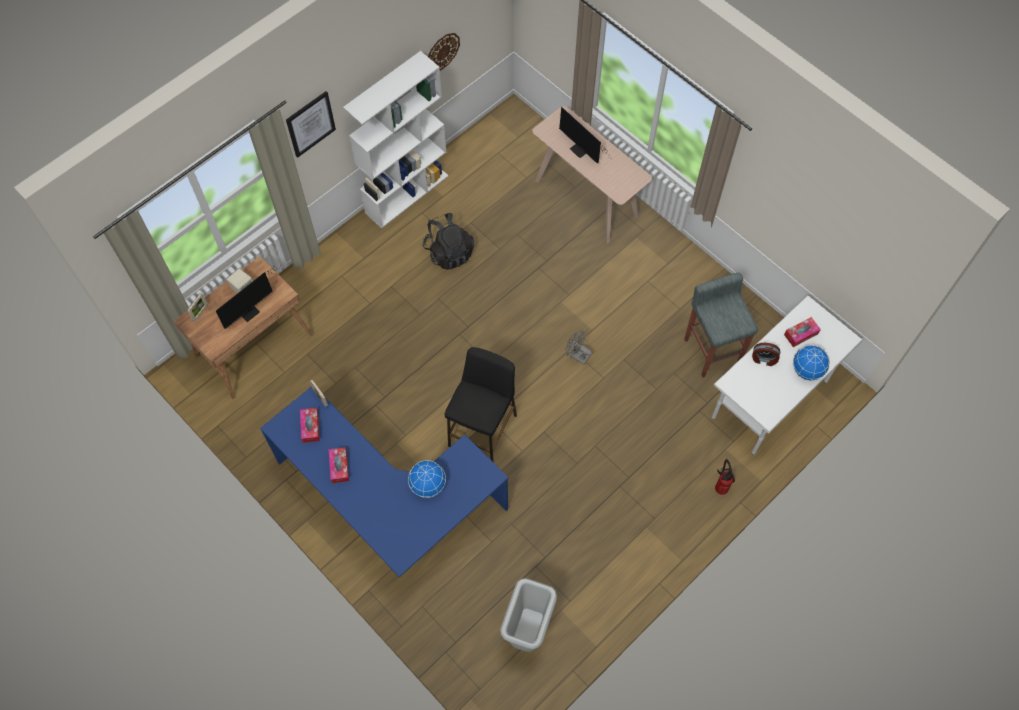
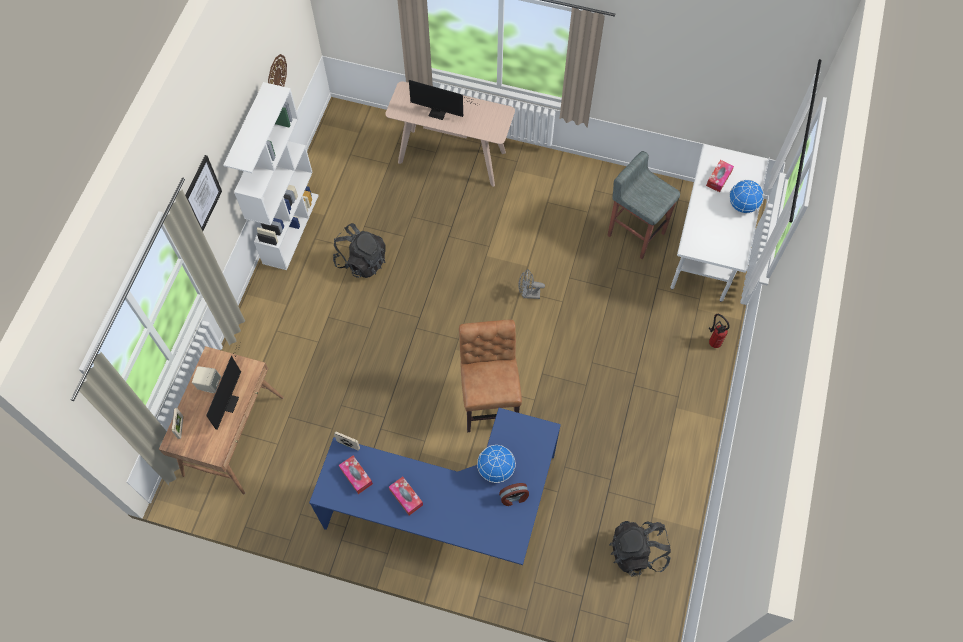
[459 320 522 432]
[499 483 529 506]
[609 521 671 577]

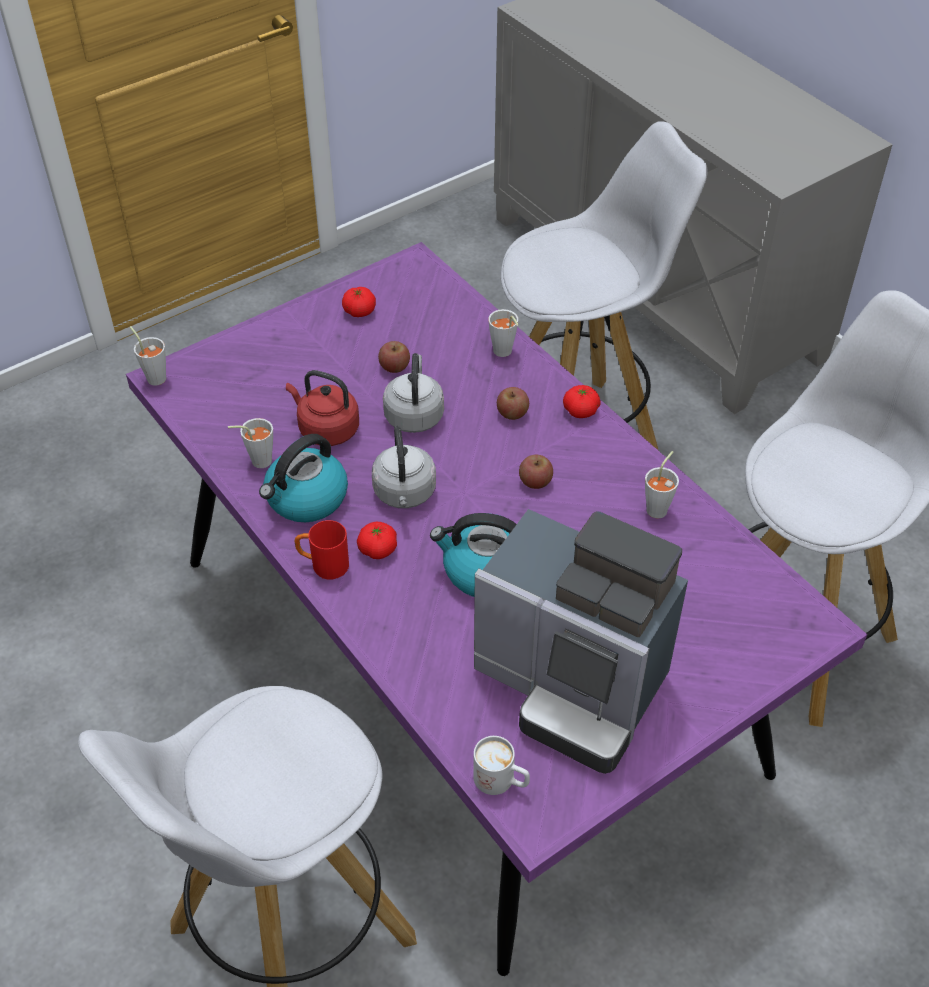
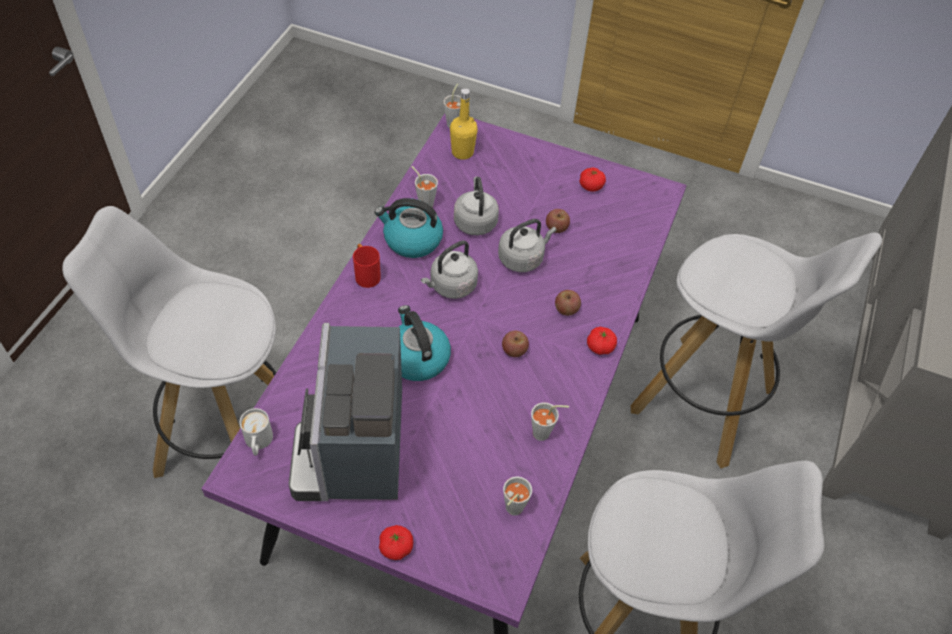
[379 525 413 560]
[450 88 478 160]
[454 176 499 235]
[503 476 532 515]

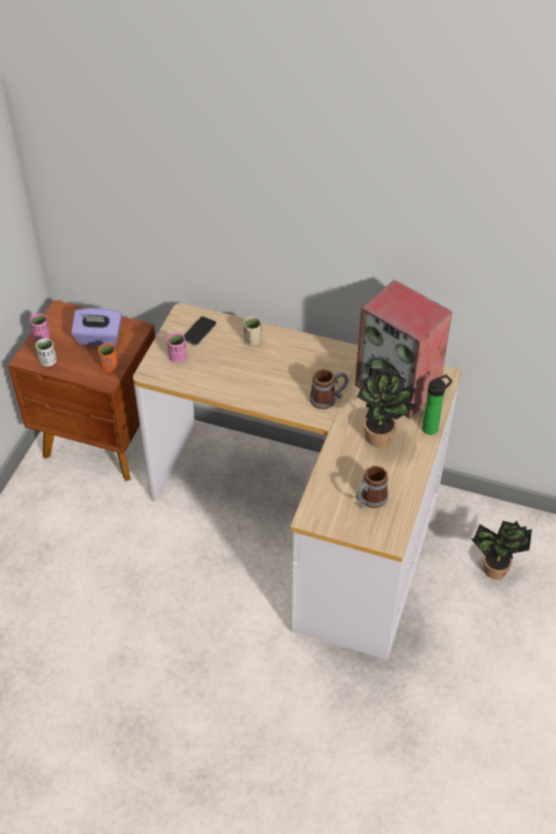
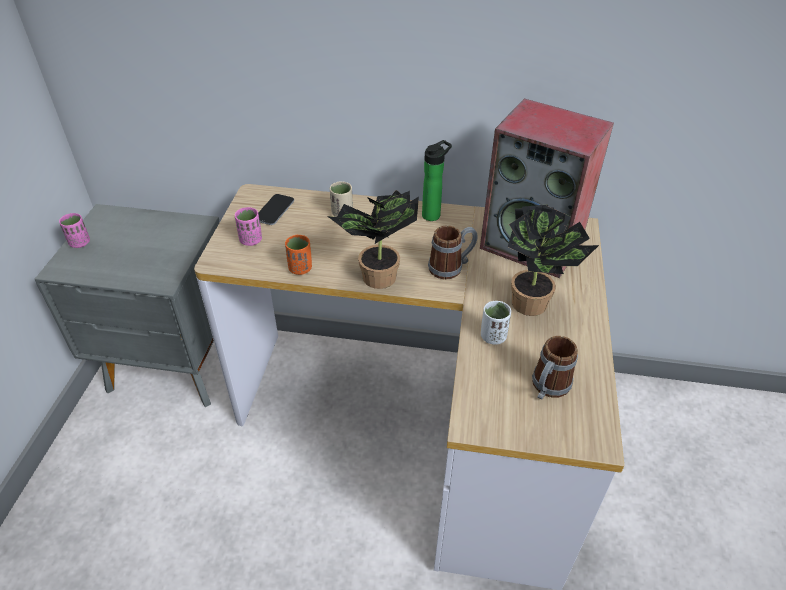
[35 204 220 407]
[285 234 312 275]
[327 190 419 289]
[422 140 452 221]
[481 301 511 345]
[71 308 122 346] (first image)

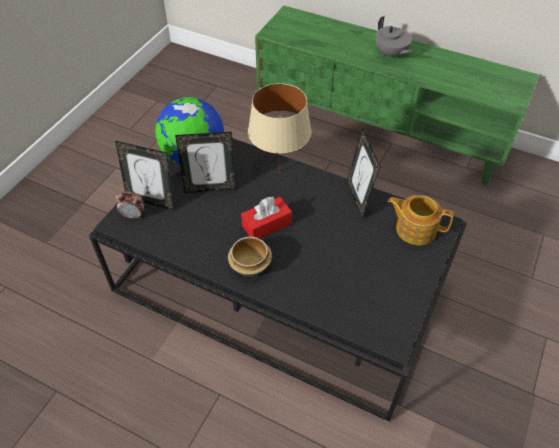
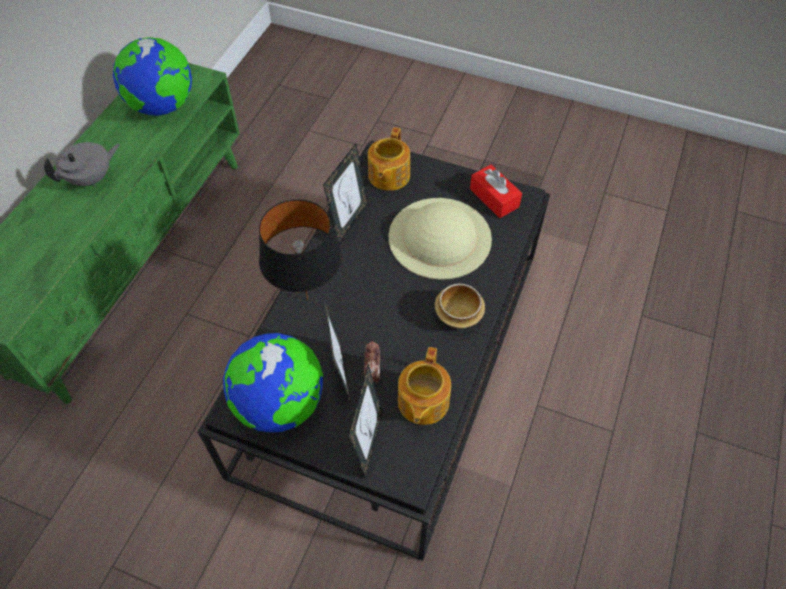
[113 37 192 116]
[259 199 342 300]
[323 143 368 244]
[364 341 380 384]
[389 198 492 280]
[398 347 451 425]
[470 164 522 218]

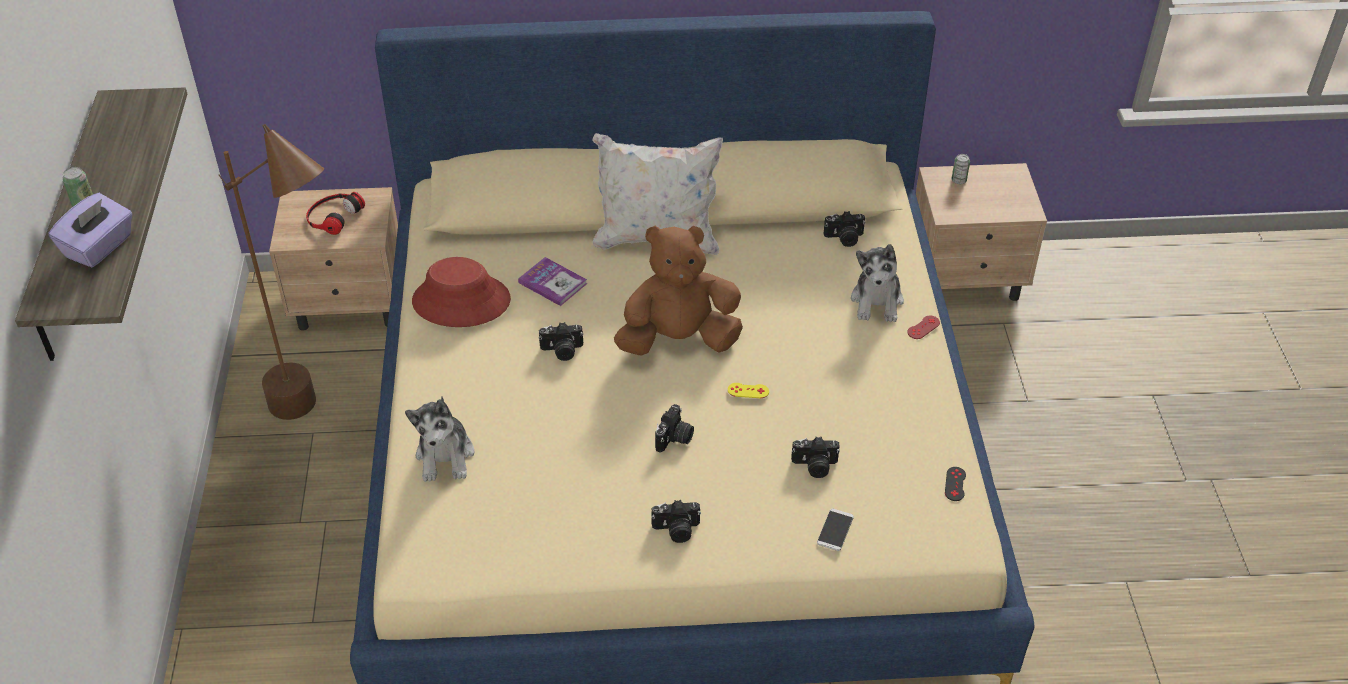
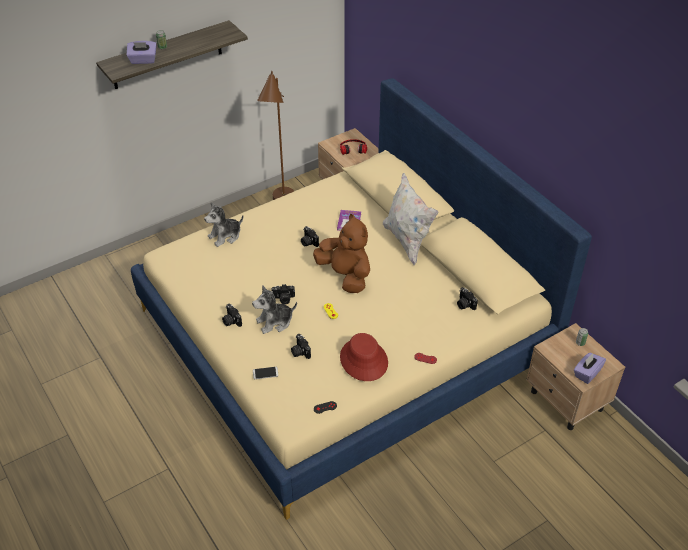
[252 285 297 334]
[340 333 388 381]
[574 353 606 384]

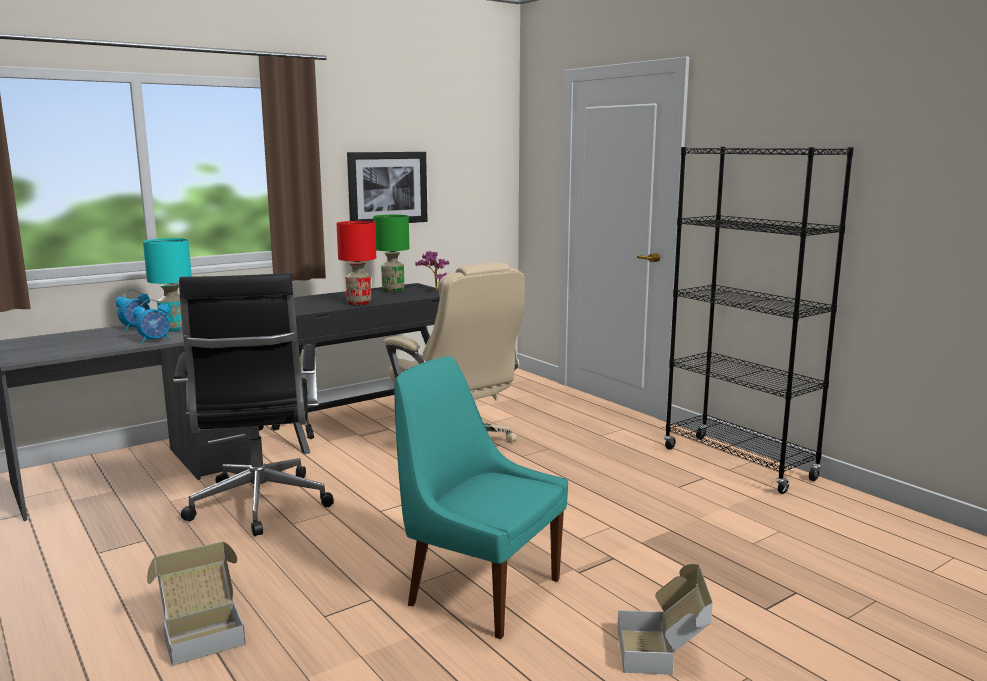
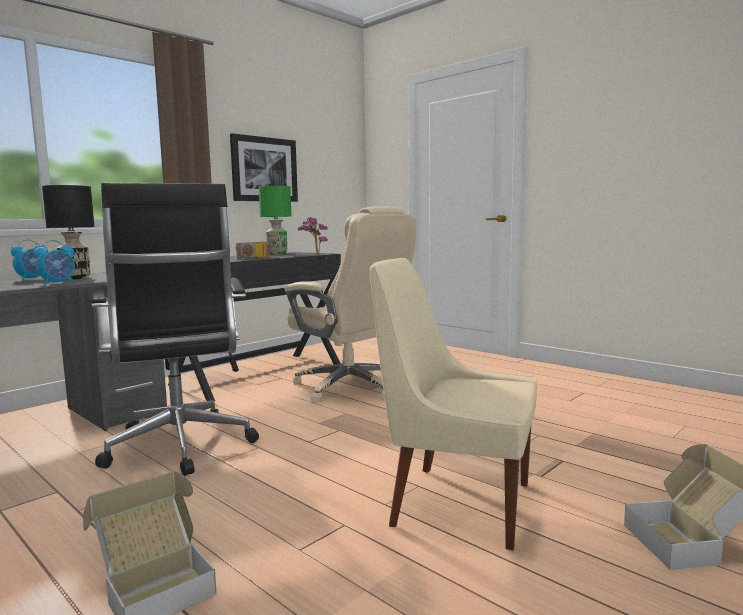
[42 185 94 280]
[236 241 270 260]
[370 258 537 550]
[664 147 854 494] (first image)

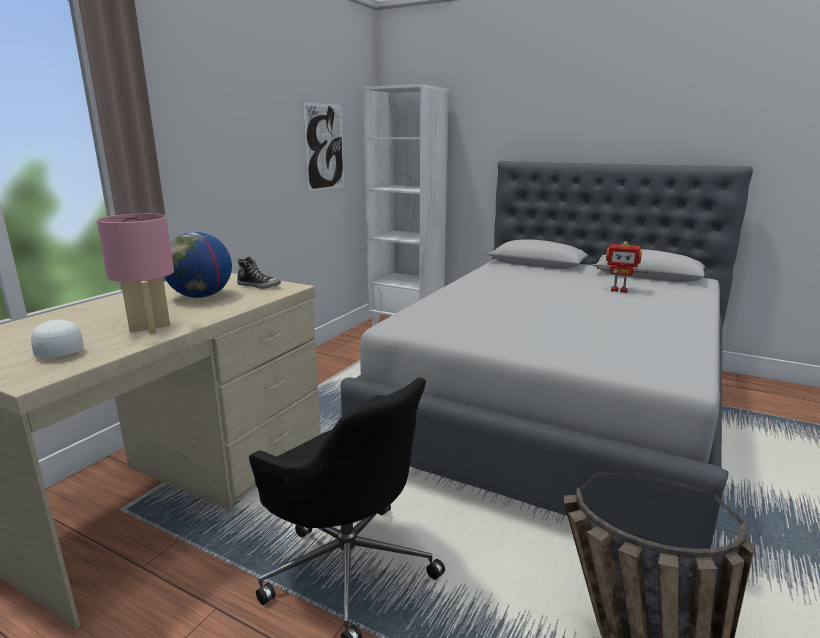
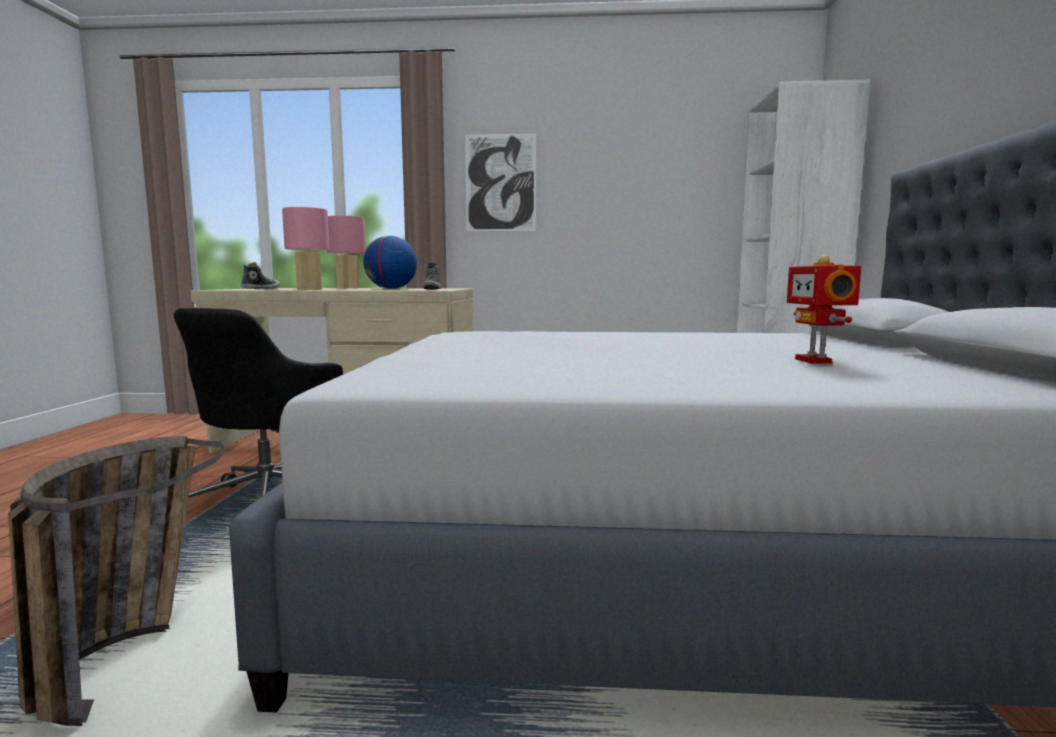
[241 262 280 289]
[327 216 366 288]
[465 133 536 231]

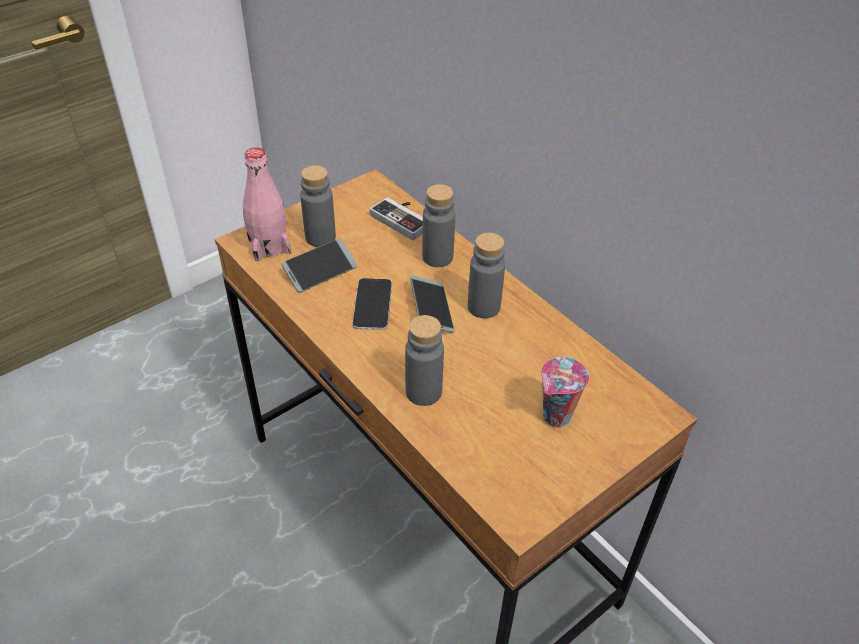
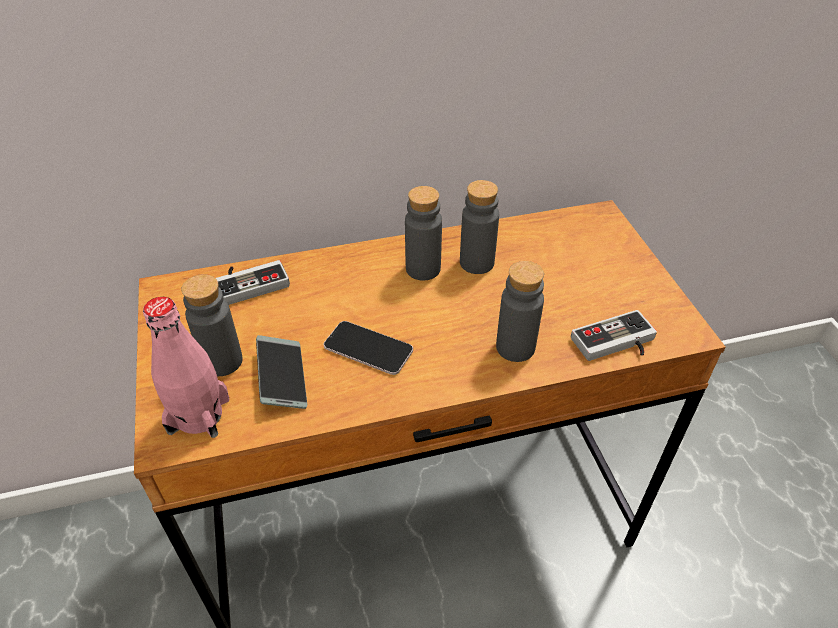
[460 180 499 274]
[571 310 657 361]
[410 275 454 333] (first image)
[541 357 589 428] (first image)

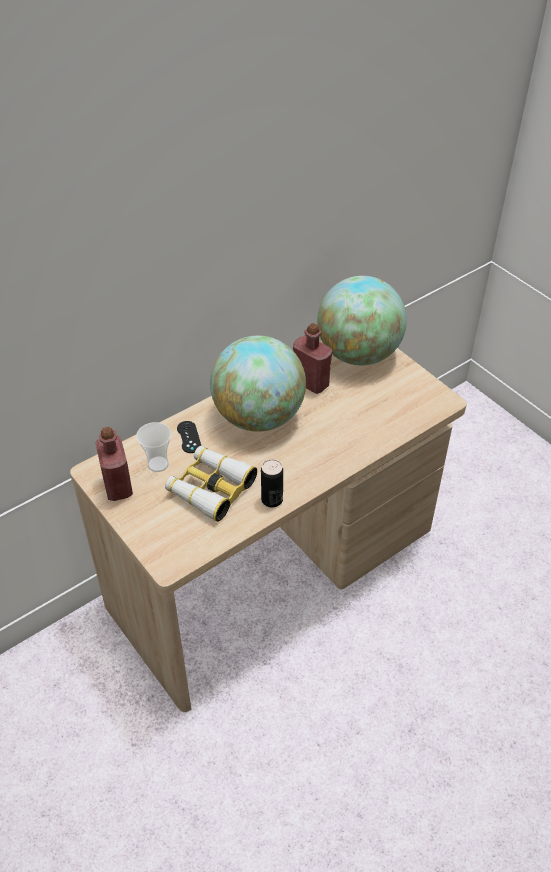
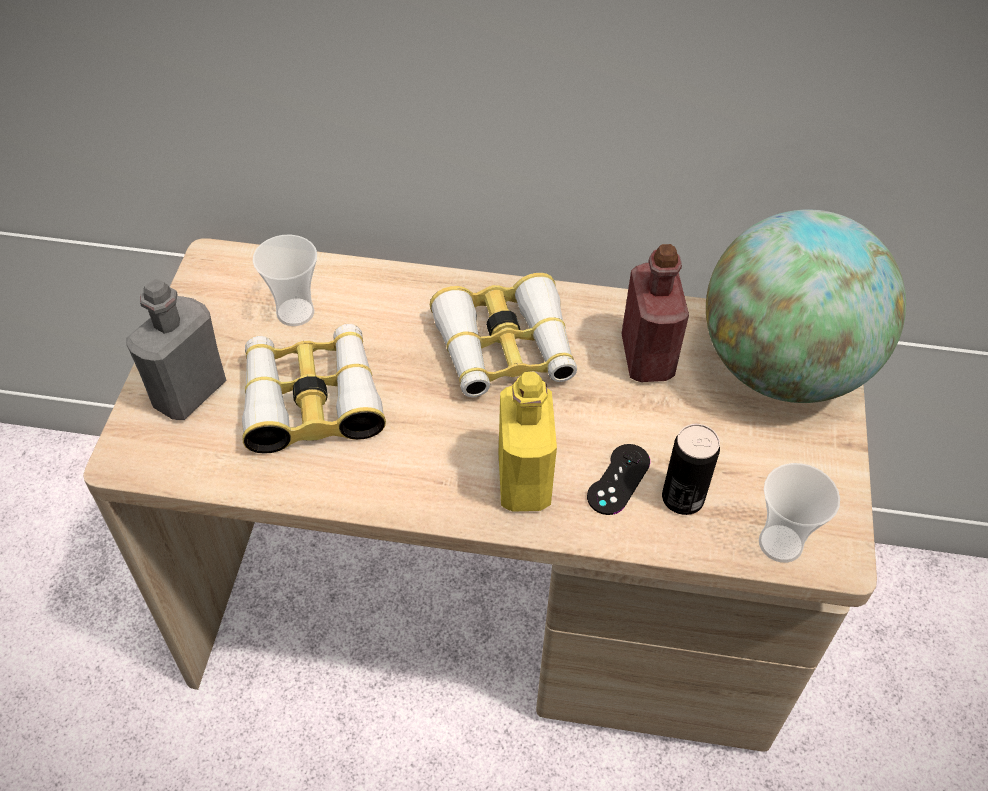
[126 279 226 420]
[430 273 577 397]
[499 372 557 512]
[587 444 650 515]
[662 424 720 515]
[759 463 840 563]
[95 427 133 501] (first image)

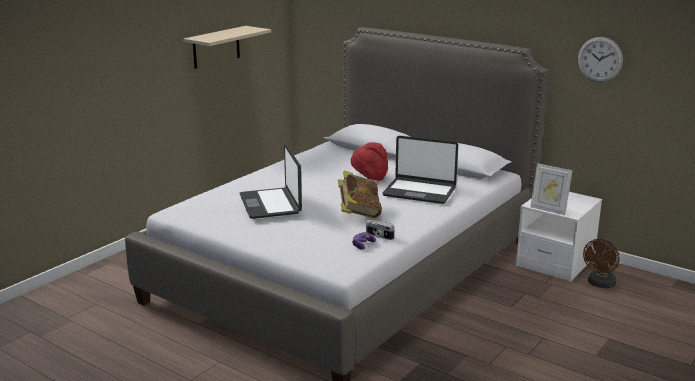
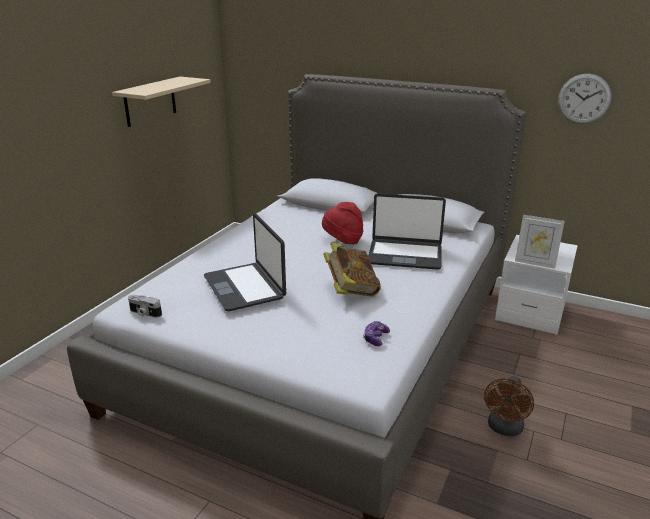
[128 295 162 318]
[484 376 534 437]

